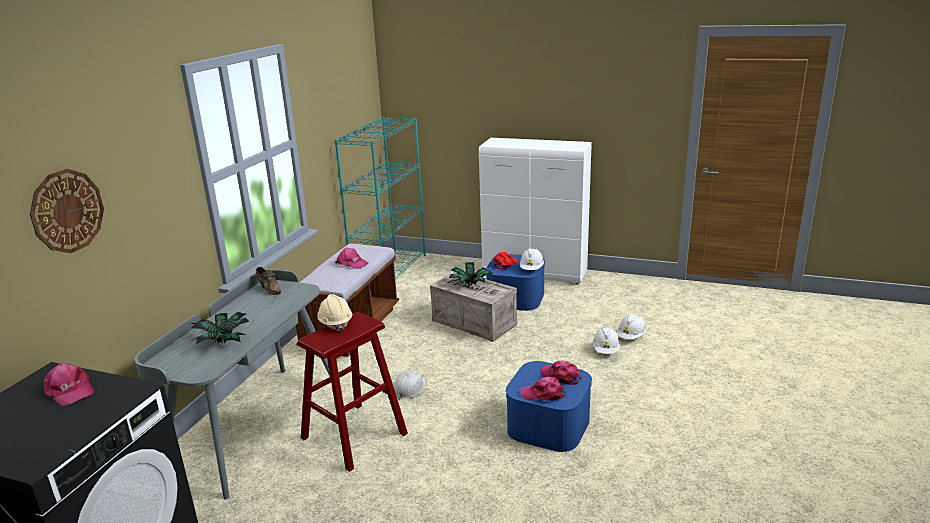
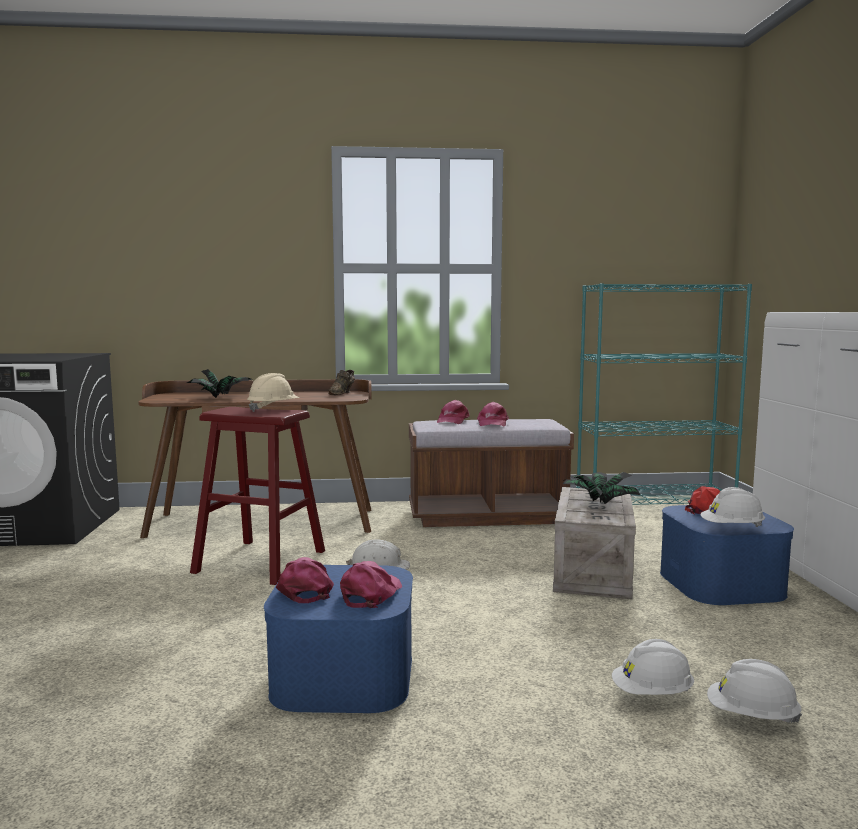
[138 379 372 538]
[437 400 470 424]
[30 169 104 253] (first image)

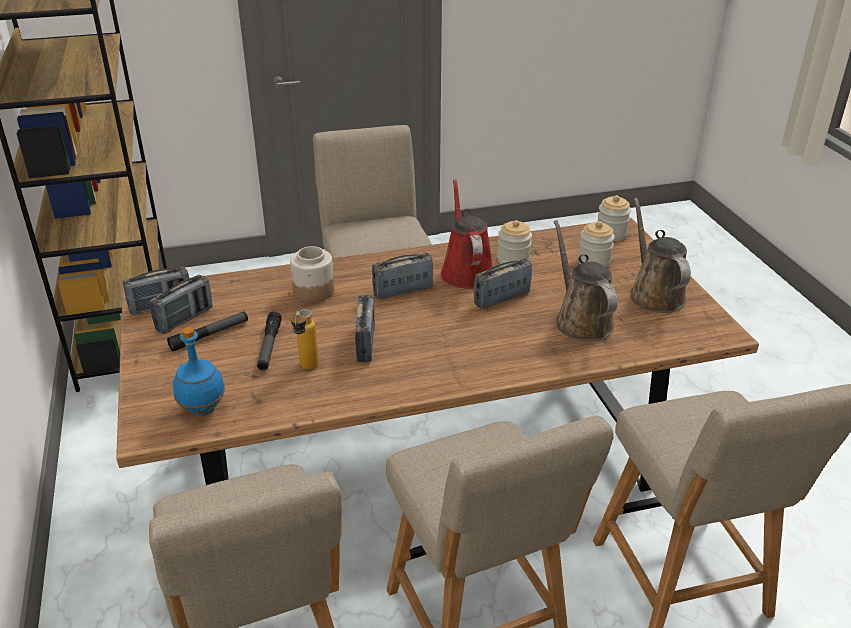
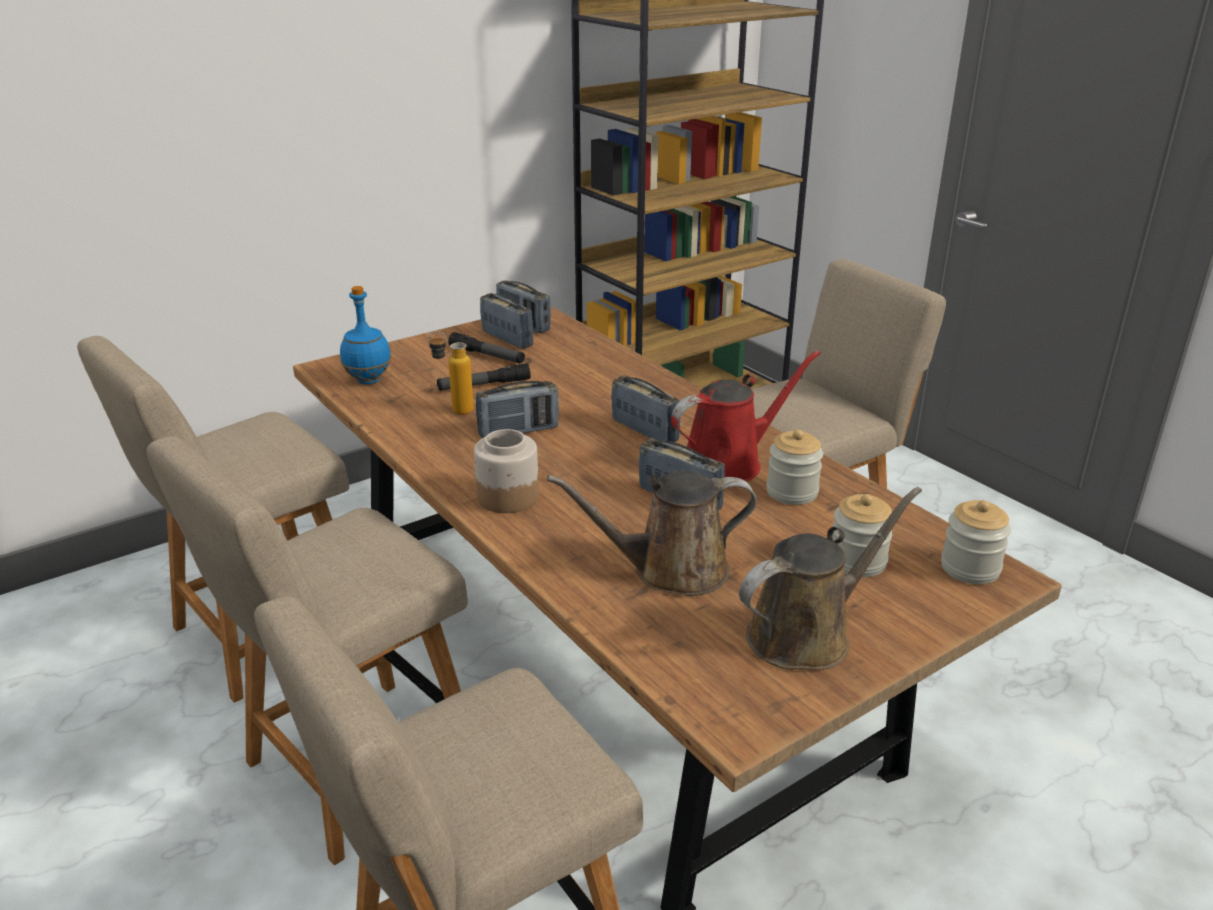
[474 429 539 513]
[480 293 533 349]
[547 470 757 596]

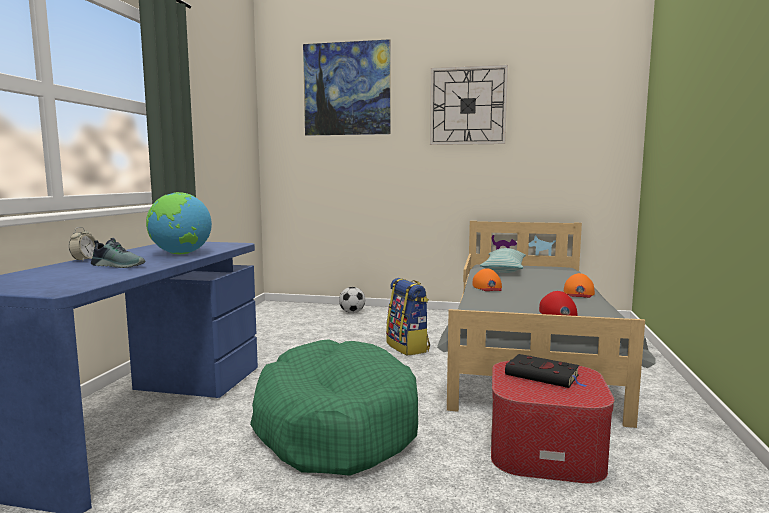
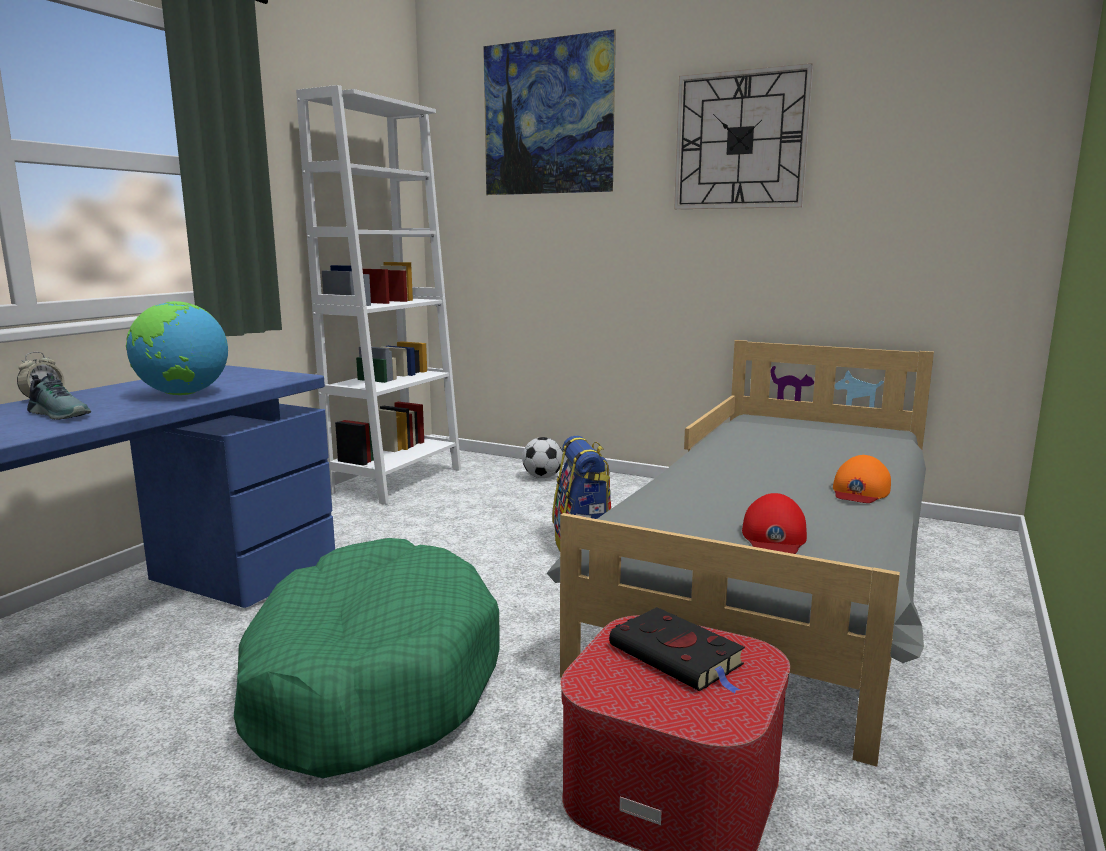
[296 85 461 505]
[472 268 502 291] (first image)
[480 248 526 273] (first image)

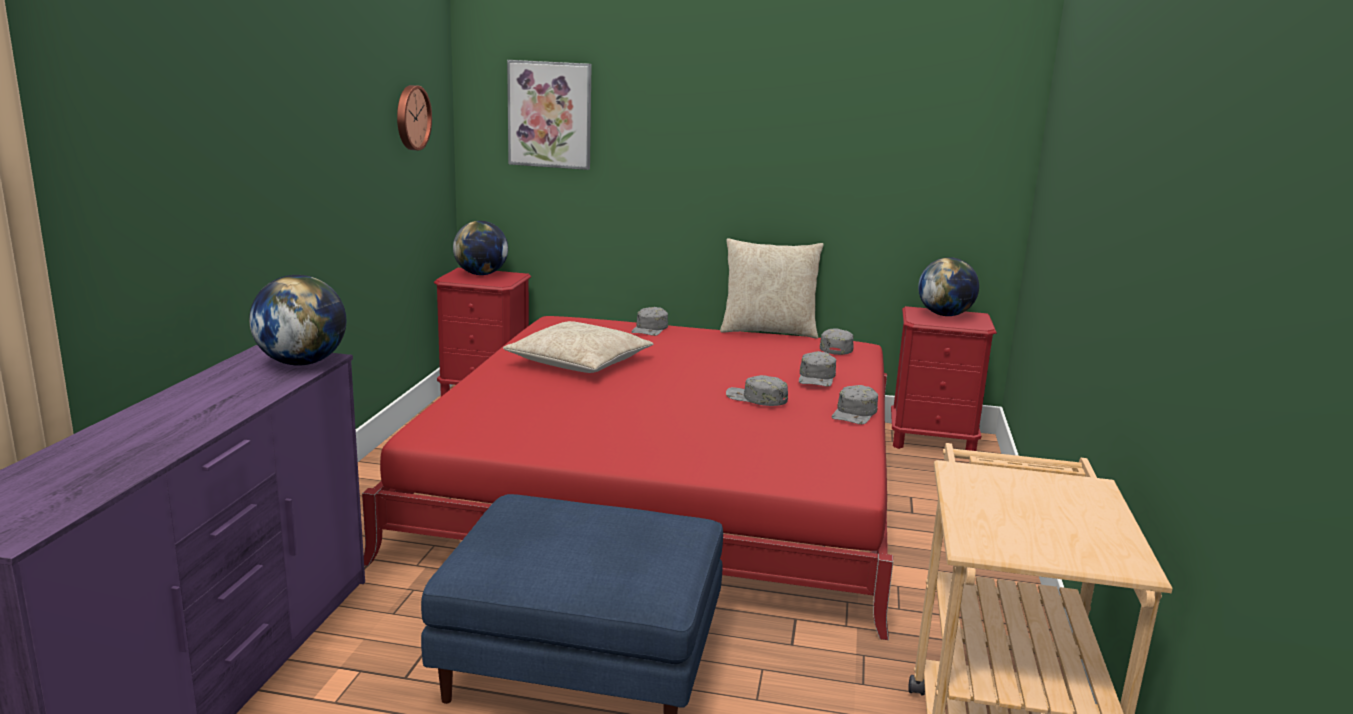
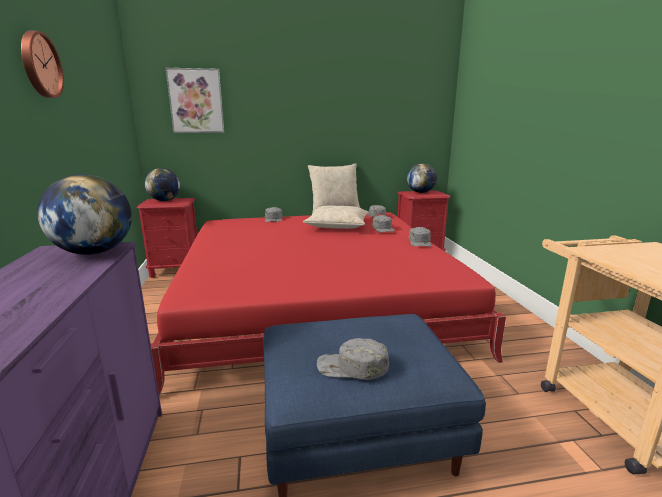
[21 31 64 98]
[303 206 369 229]
[317 338 389 380]

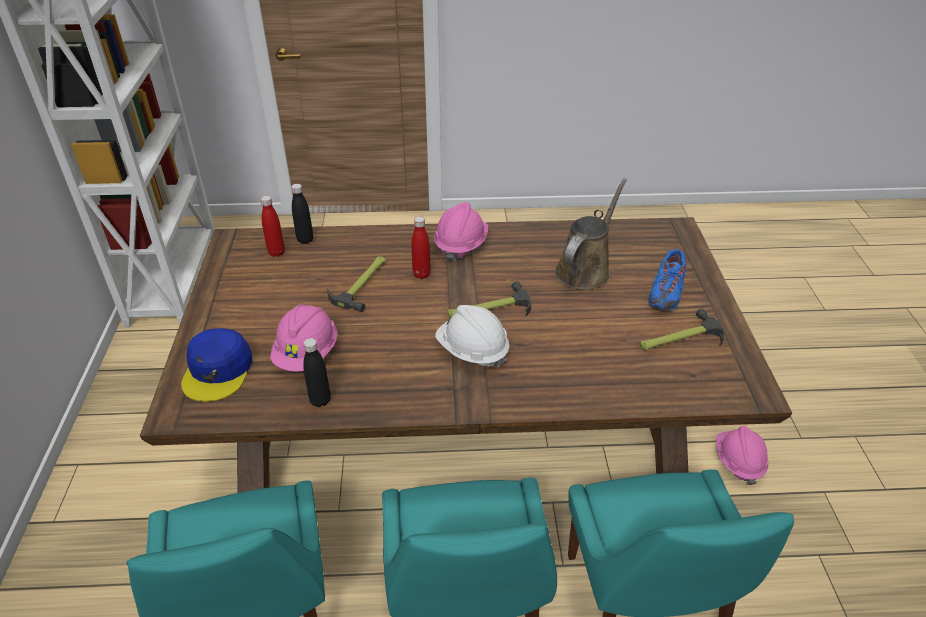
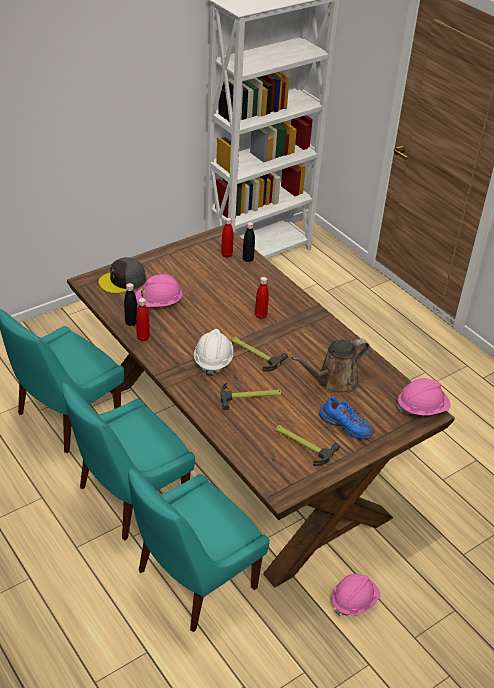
[99 257 146 293]
[136 298 150 341]
[220 383 281 410]
[292 339 370 393]
[319 397 374 439]
[397 378 451 415]

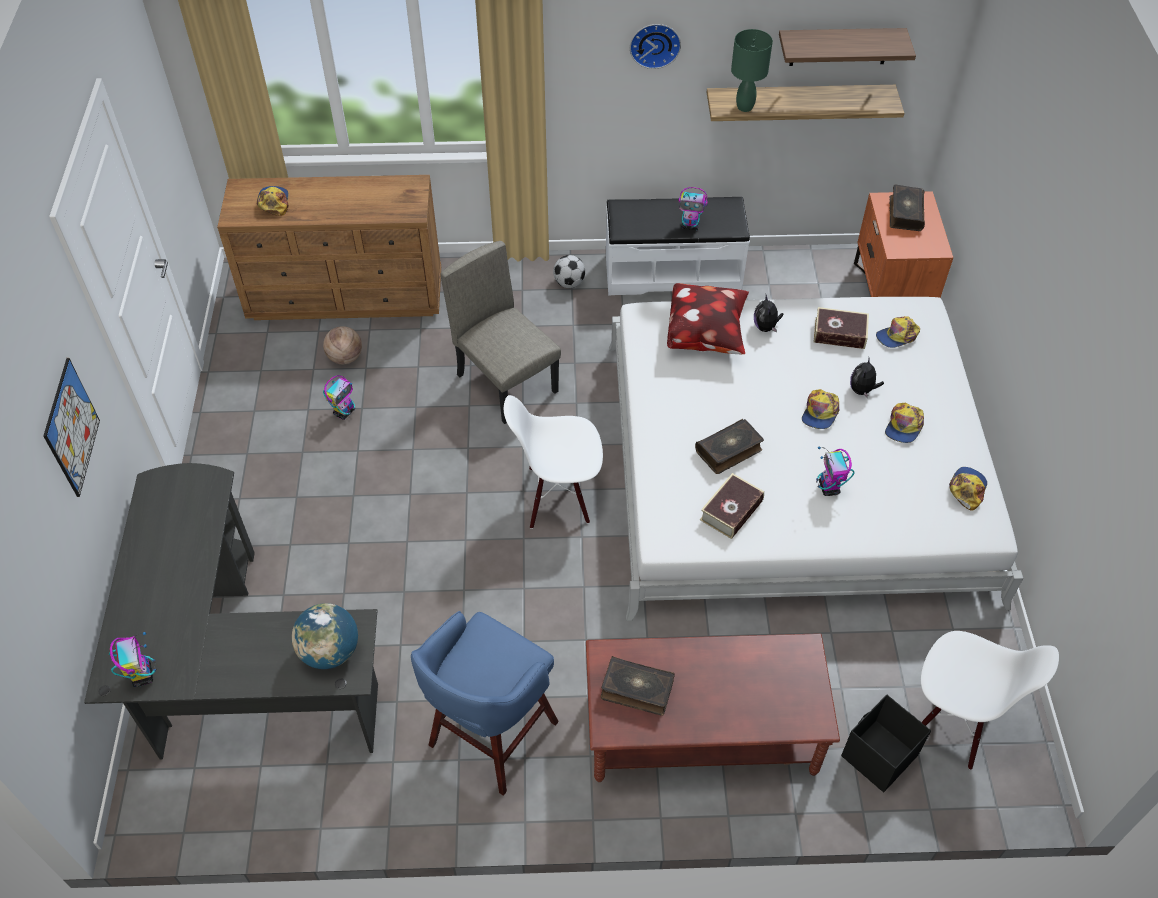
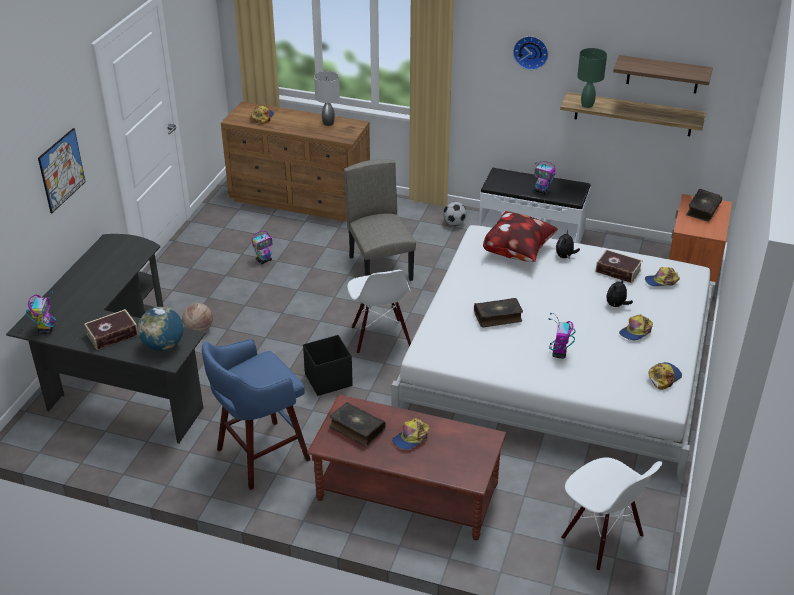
[84 309 138 350]
[182 303 213 332]
[303 335 353 396]
[314 71 340 126]
[347 270 411 354]
[392 418 429 450]

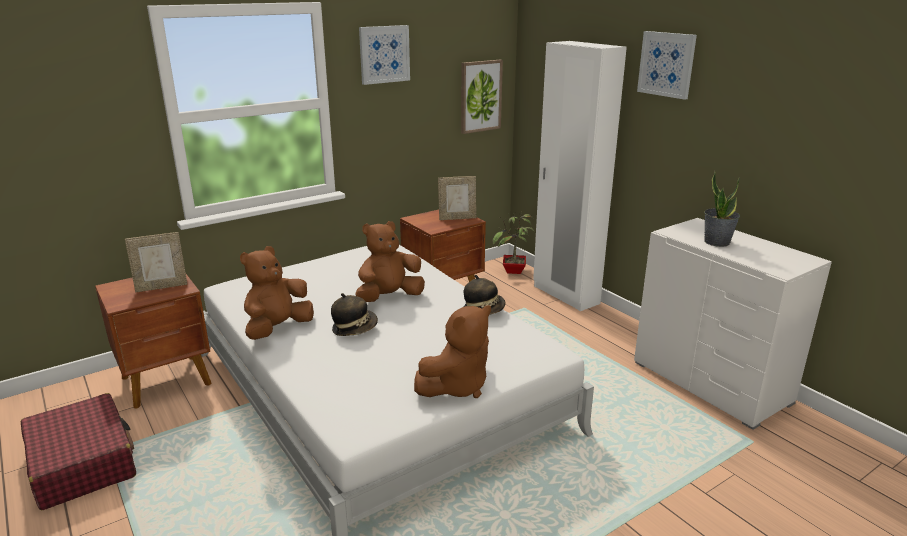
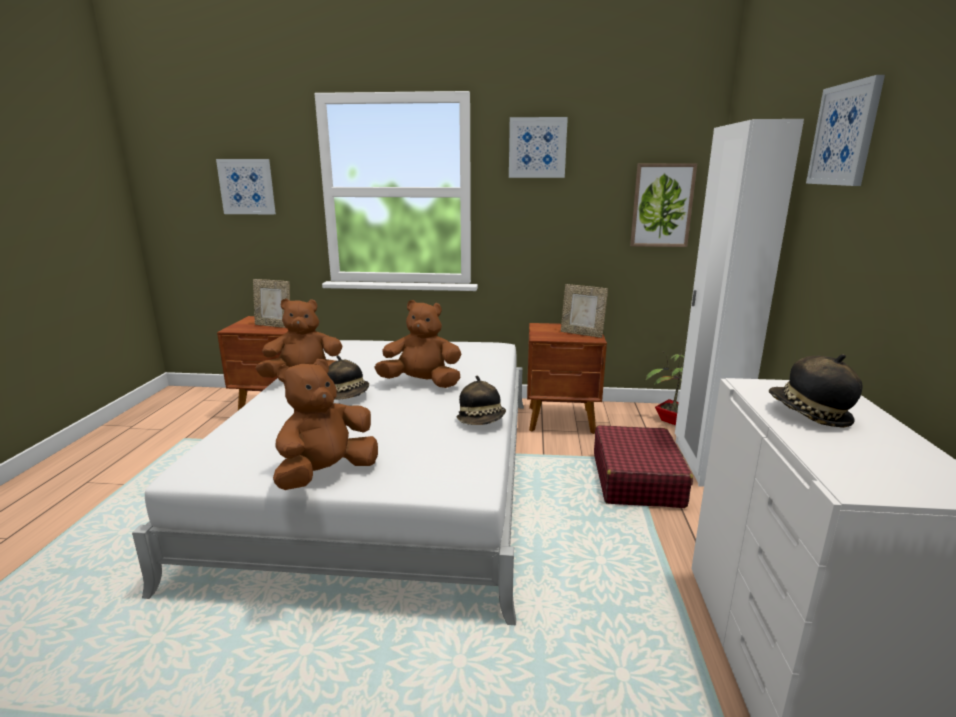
[216 159 276 214]
[273 359 378 490]
[594 425 693 508]
[769 354 863 428]

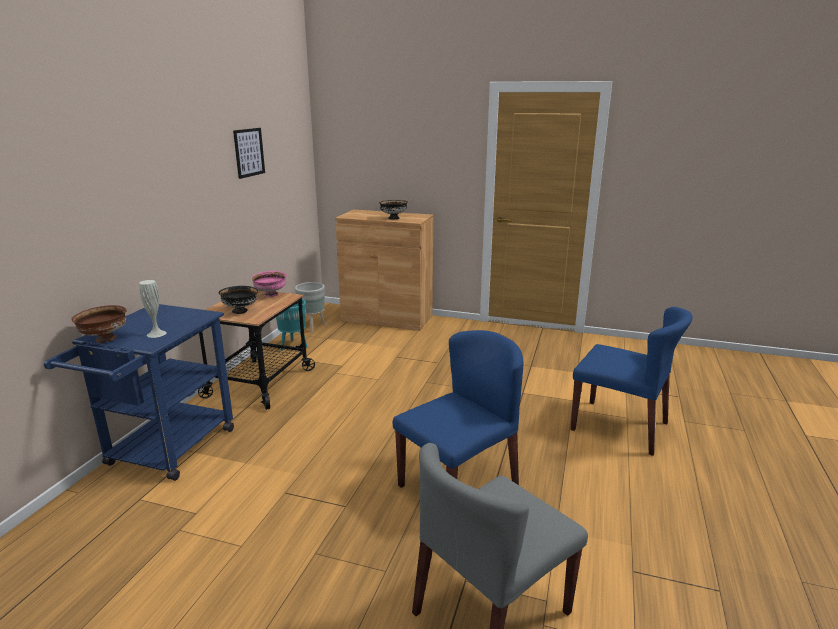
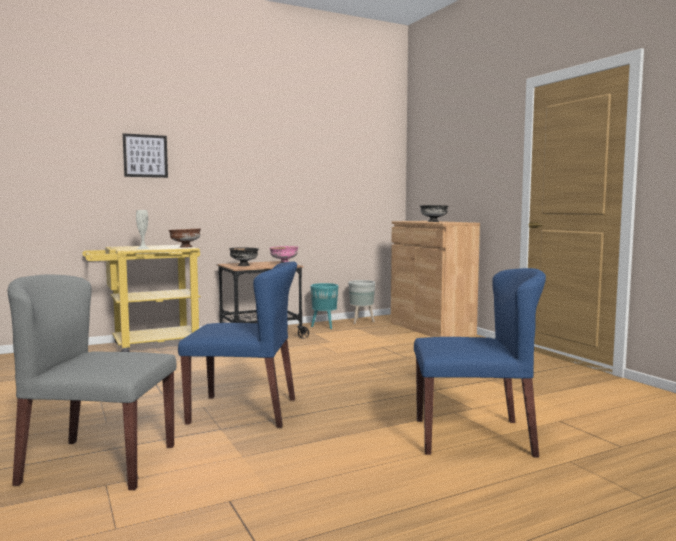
[82 245 201 352]
[123 133 168 178]
[168 229 201 248]
[414 268 546 457]

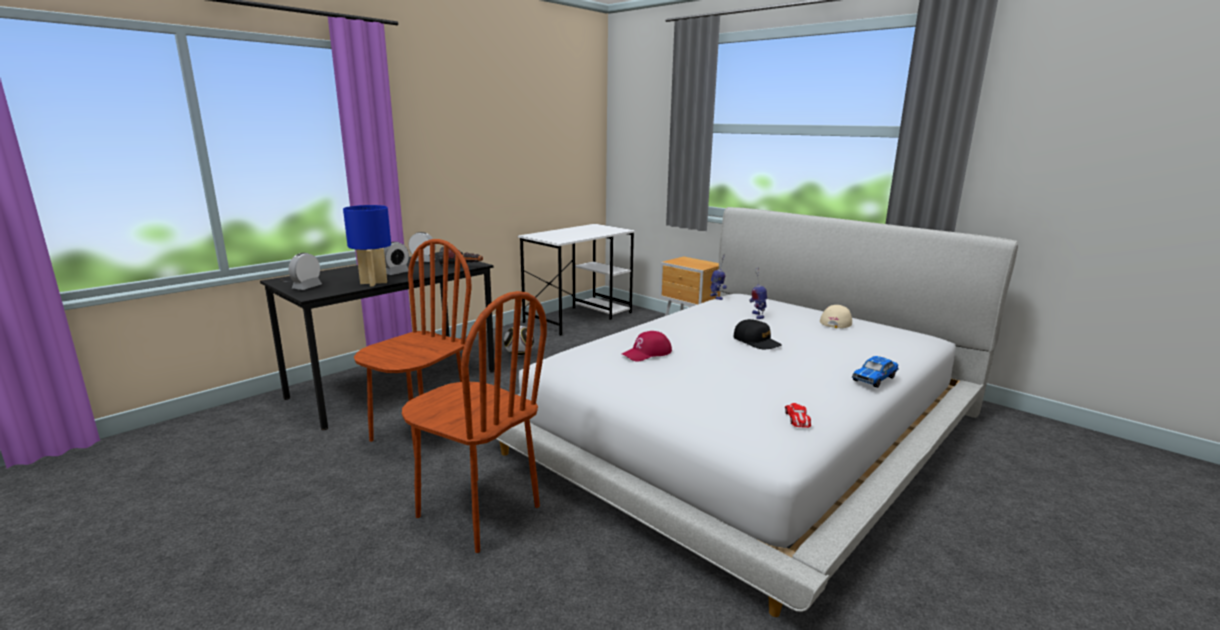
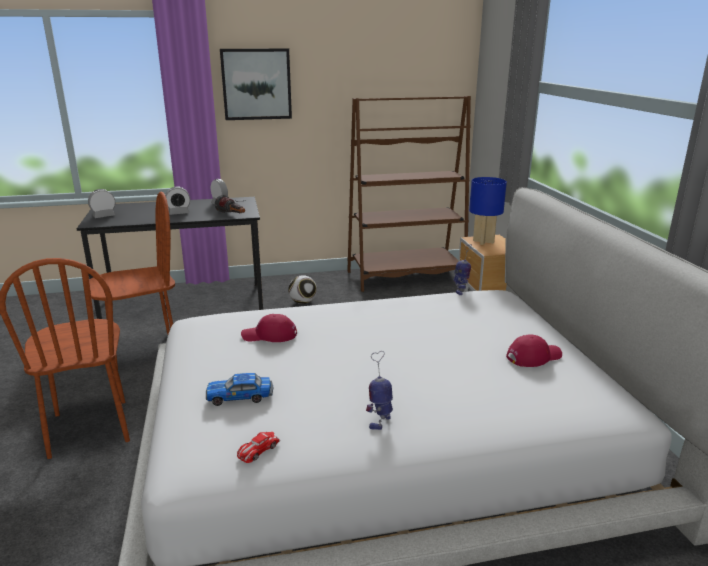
[206 373 274 406]
[220 48 292 120]
[347 96 471 292]
[366 351 393 430]
[469 177 507 245]
[506 334 562 367]
[733 319 782 349] (first image)

